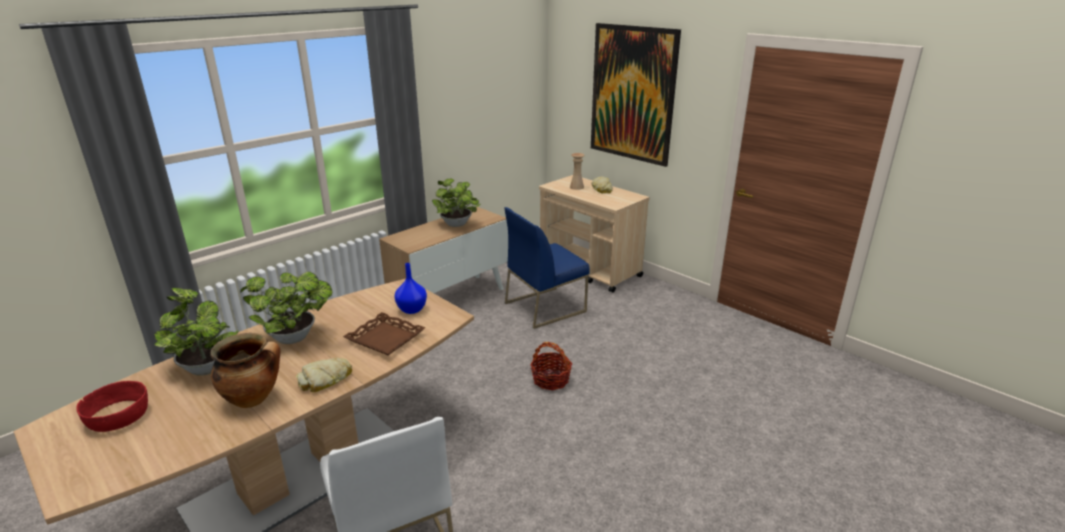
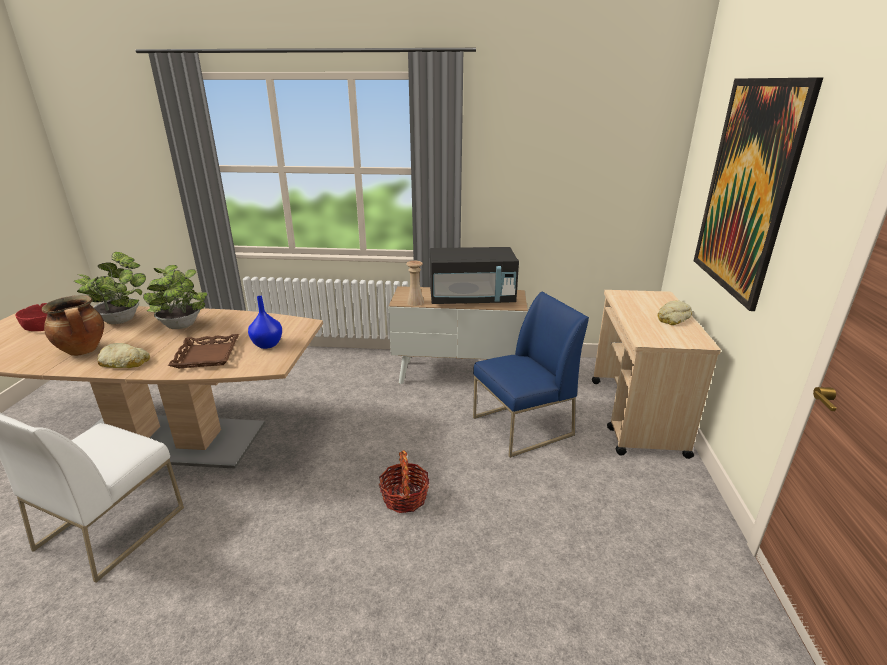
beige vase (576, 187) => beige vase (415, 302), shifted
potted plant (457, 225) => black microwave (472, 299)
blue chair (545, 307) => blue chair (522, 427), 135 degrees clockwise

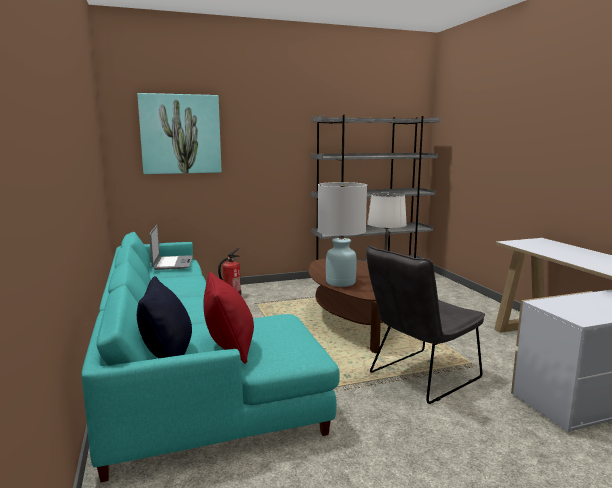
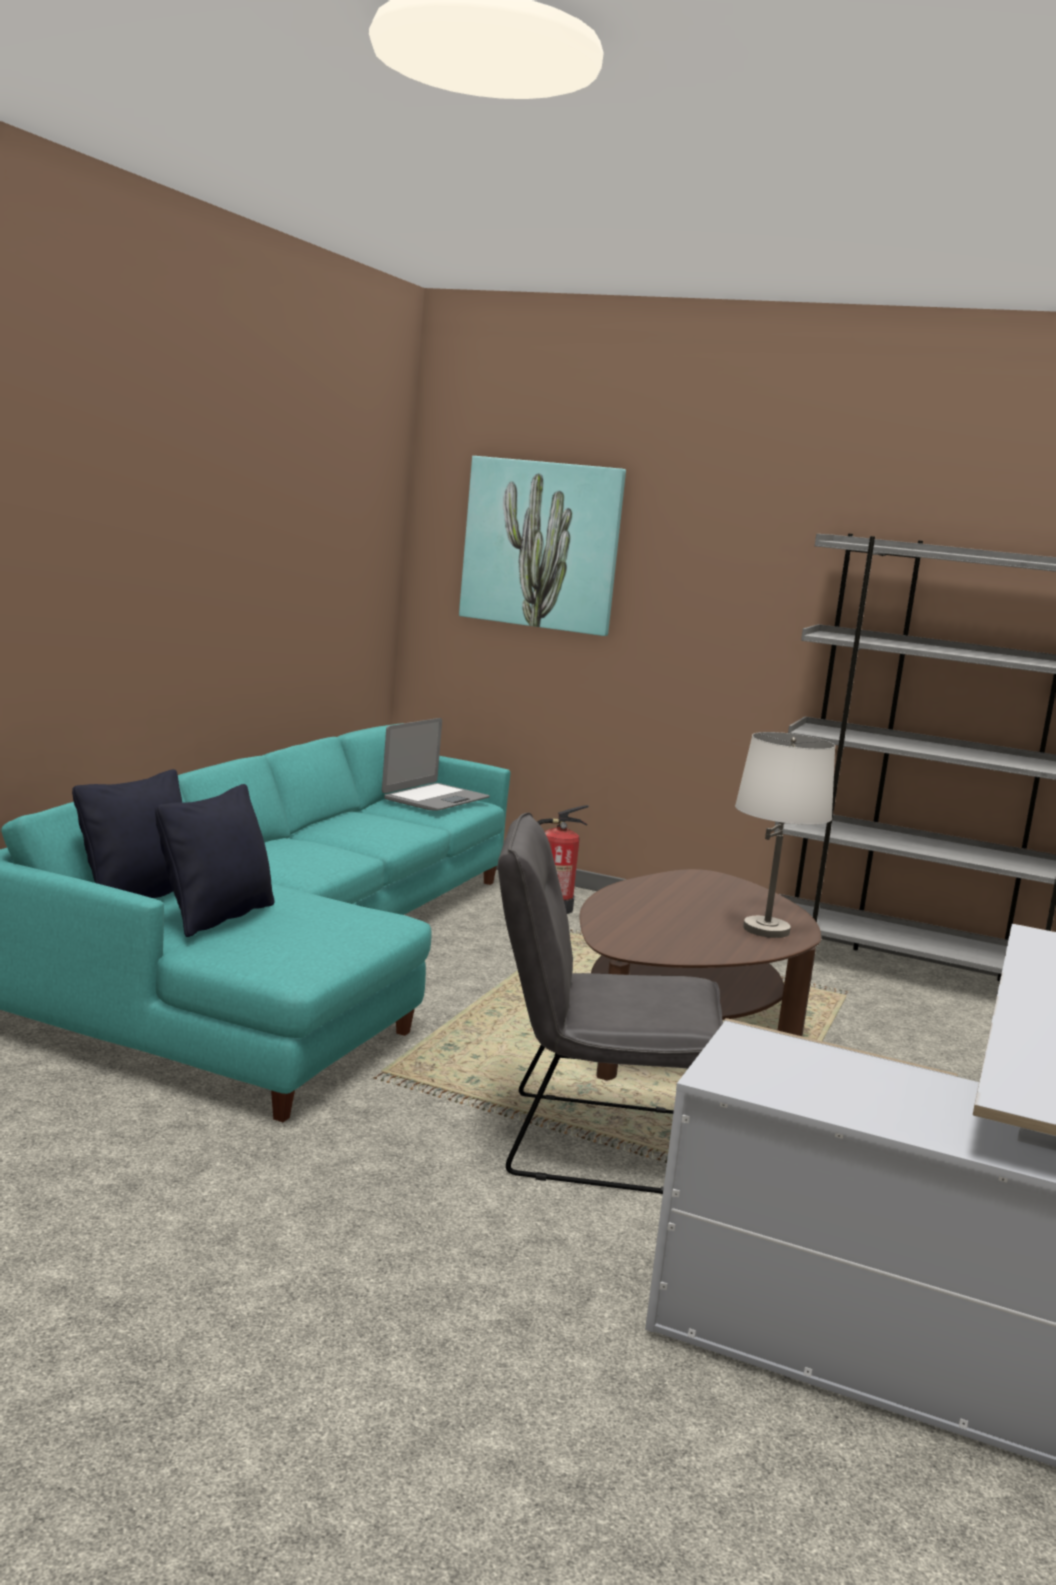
red pillow (229, 348) => black pillow (217, 917)
white table lamp (340, 282) => nothing

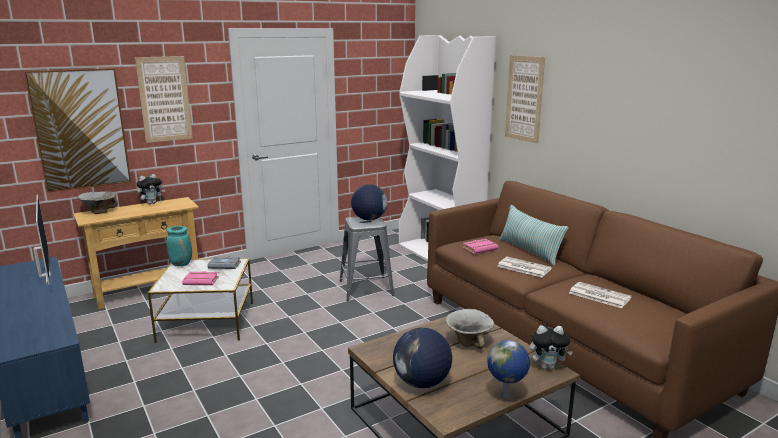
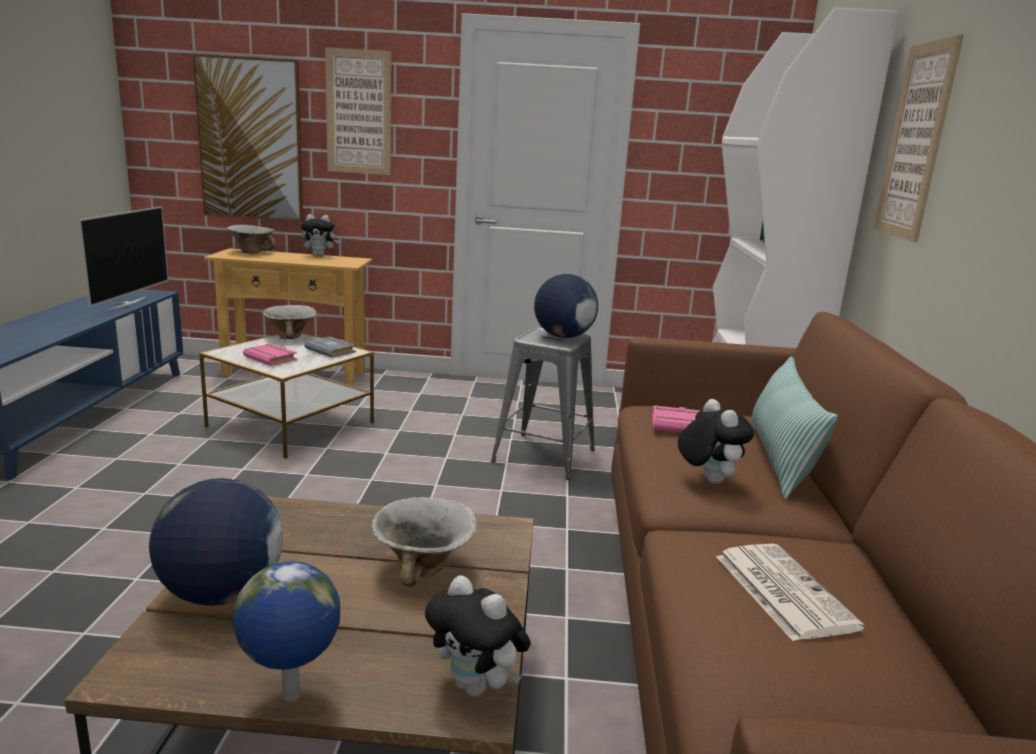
turquoise vase (182, 264) => bowl (291, 337)
newspaper (523, 267) => plush toy (707, 480)

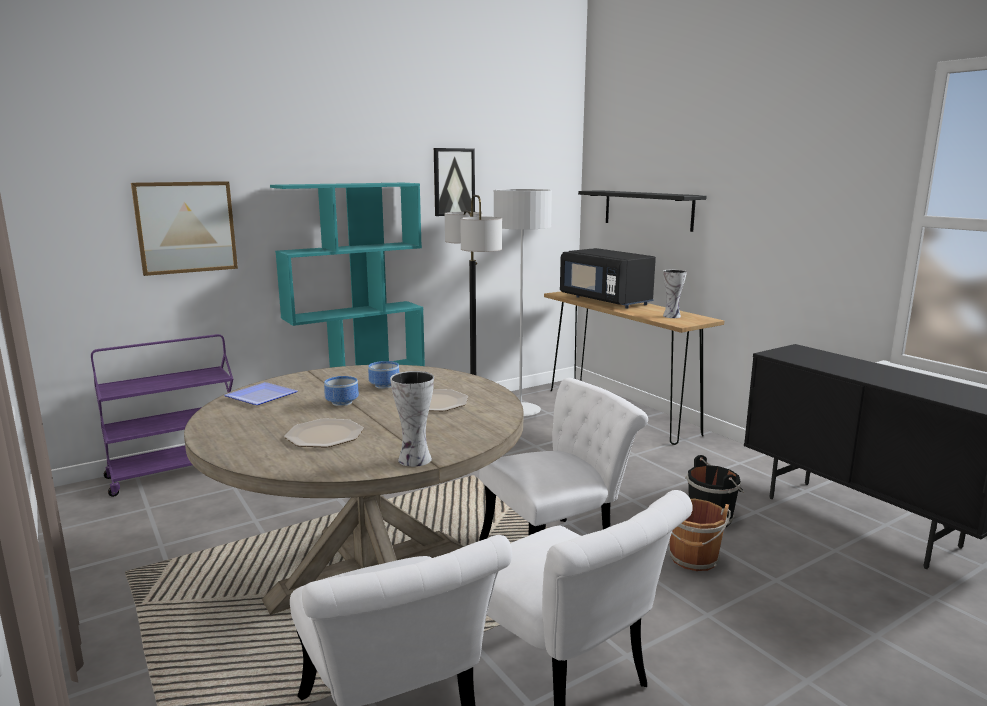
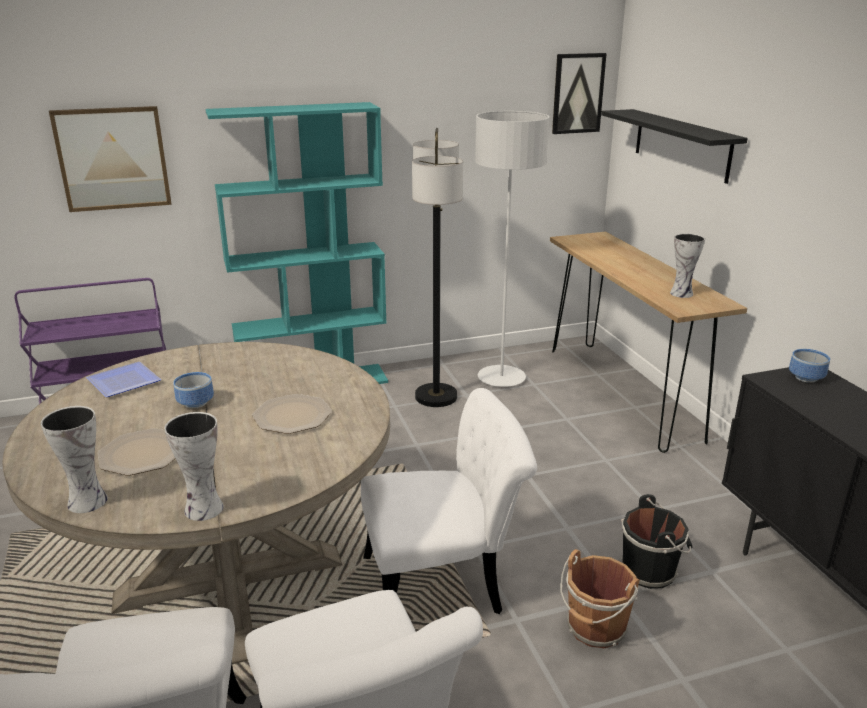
nothing => vase (86, 501)
picture (453, 182) => picture (577, 93), shifted
bowl (385, 385) => bowl (806, 377), shifted
black microwave (605, 301) => nothing

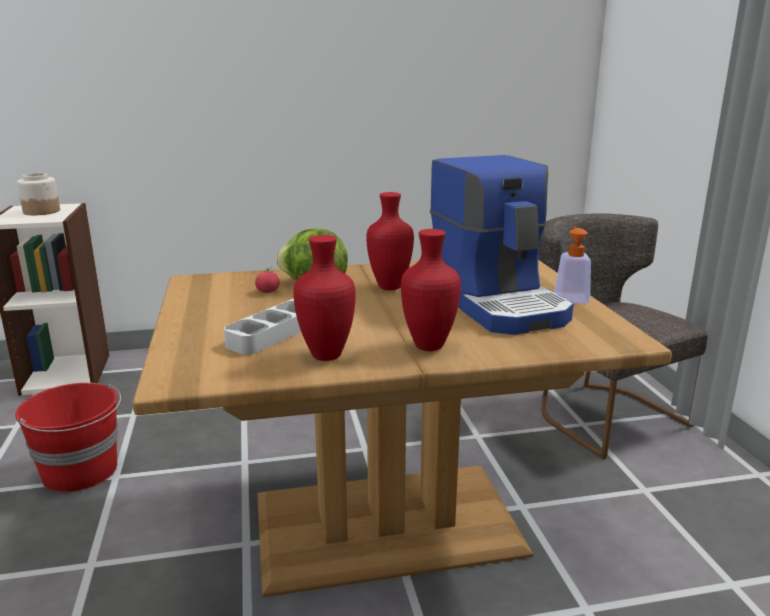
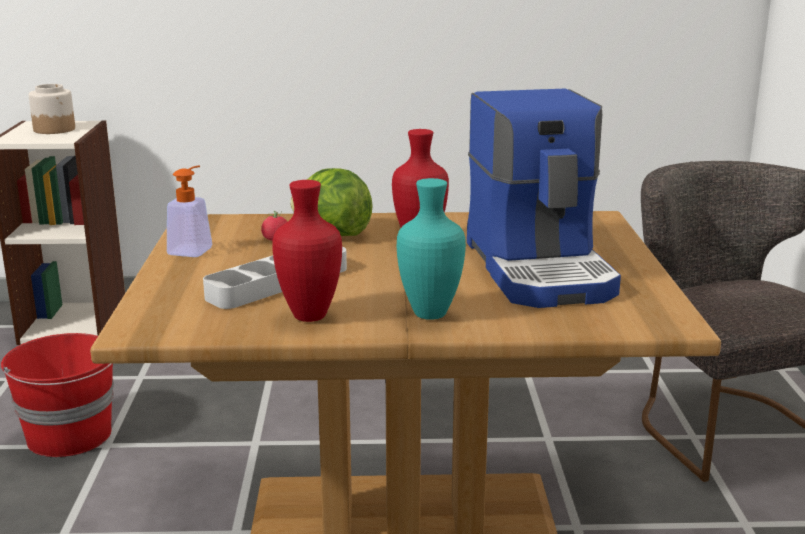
soap dispenser (570, 296) => soap dispenser (193, 249), shifted
red vase (431, 346) => turquoise vase (432, 314)

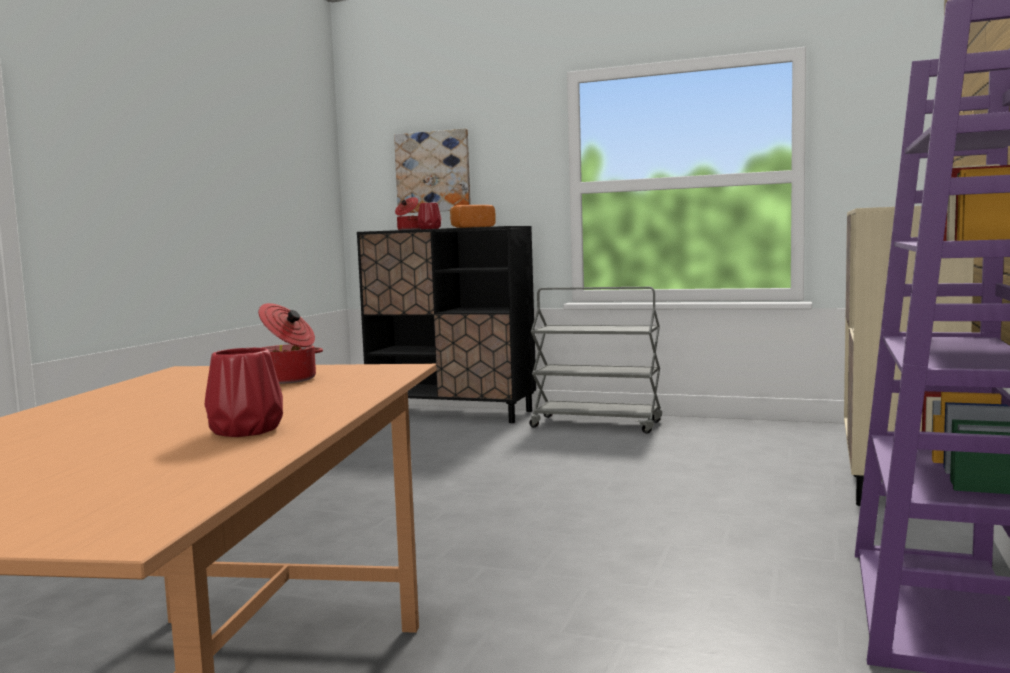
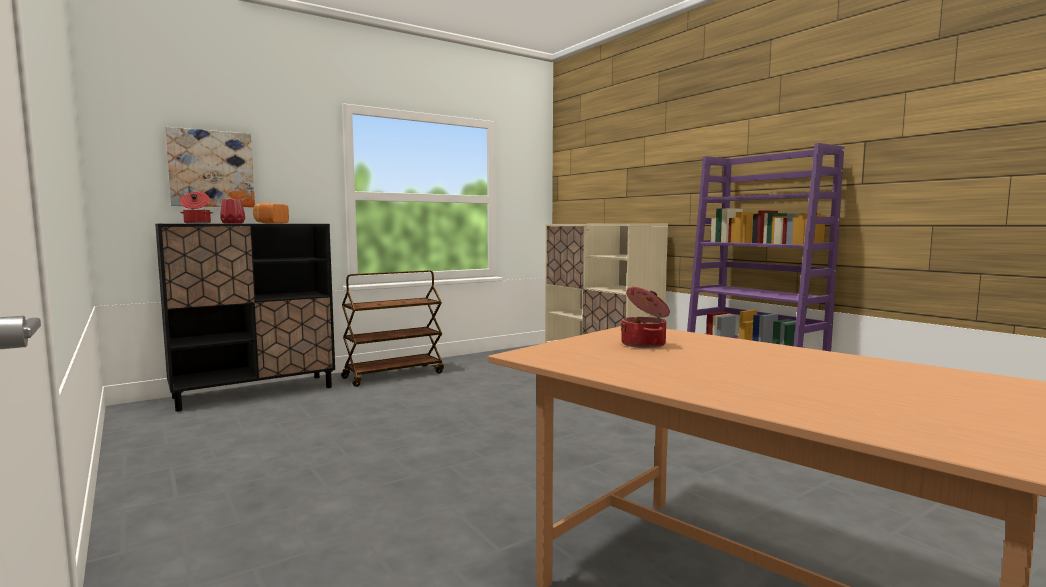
grey cart (597, 424) => brown cart (394, 375)
red vase (244, 431) => nothing

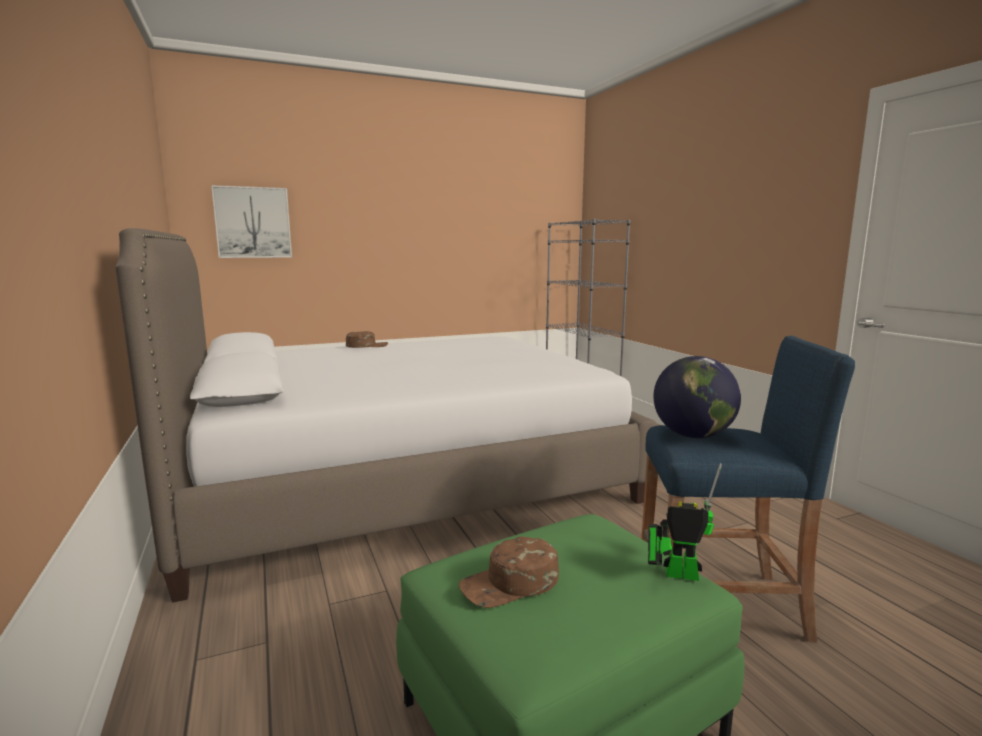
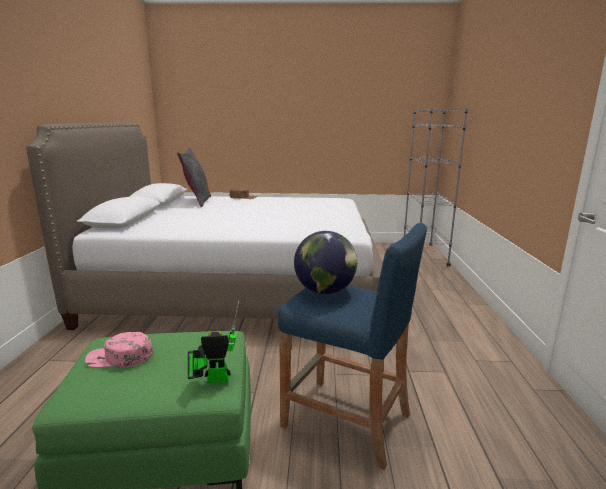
brown cap (510, 583) => pink cap (120, 357)
nothing => grey pillow (197, 201)
toy robot (676, 573) => toy robot (214, 379), 45 degrees counterclockwise
picture (253, 222) => nothing

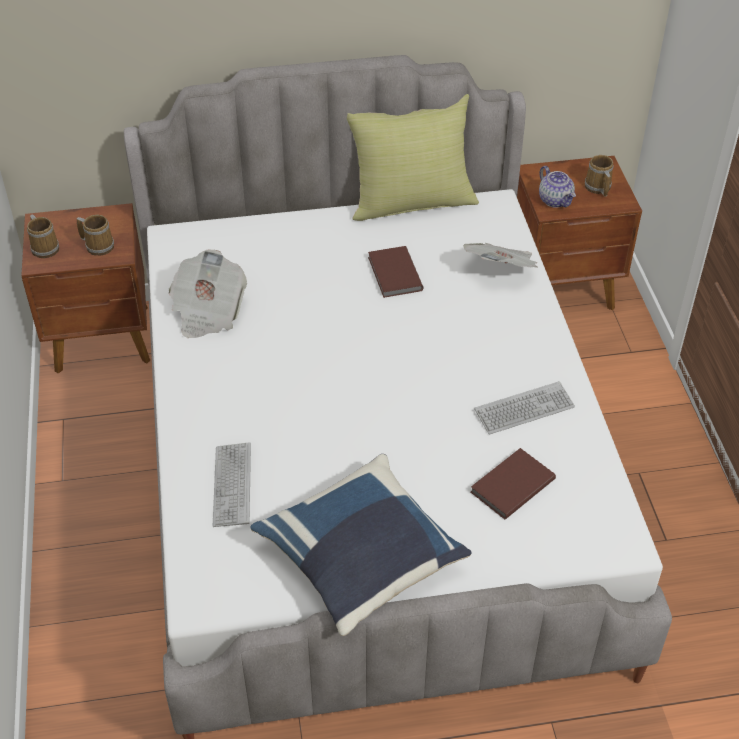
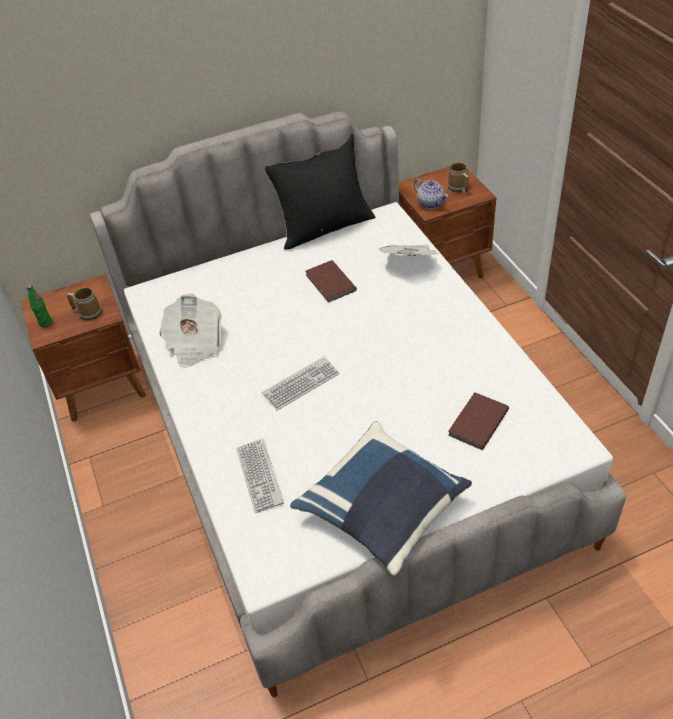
mug (45, 247) => green bottle (45, 323)
keyboard (524, 409) => keyboard (301, 384), shifted
yellow pillow (411, 202) => black pillow (324, 227)

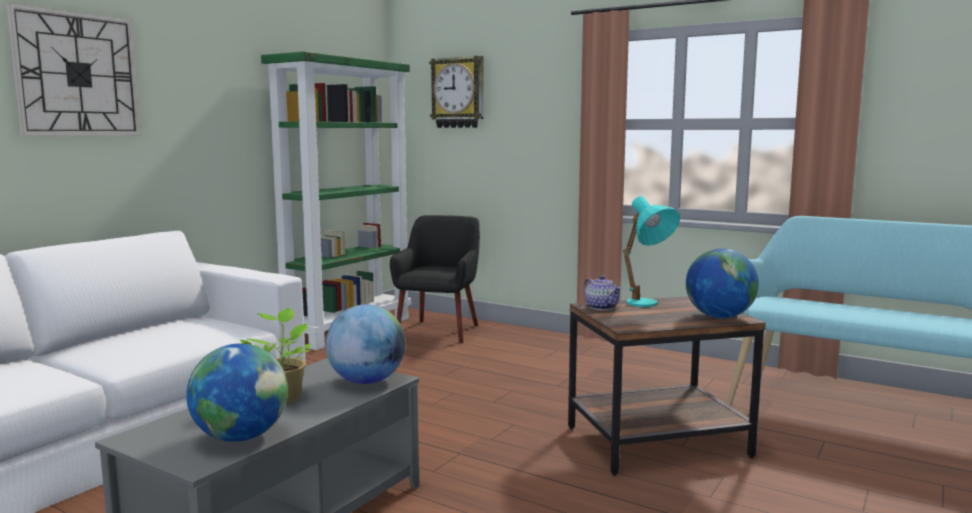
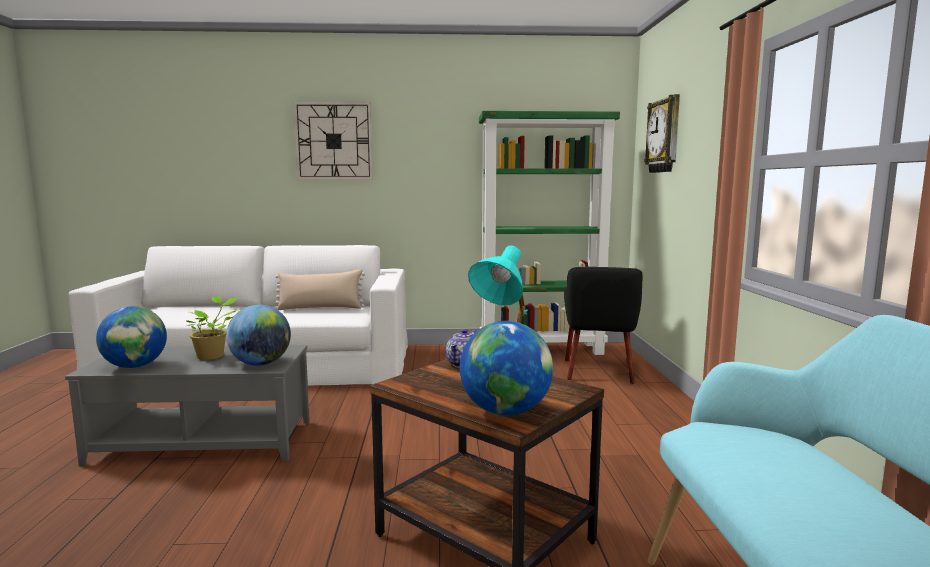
nothing => beige pillow (320, 308)
black armchair (439, 331) => black armchair (598, 371), 120 degrees clockwise

